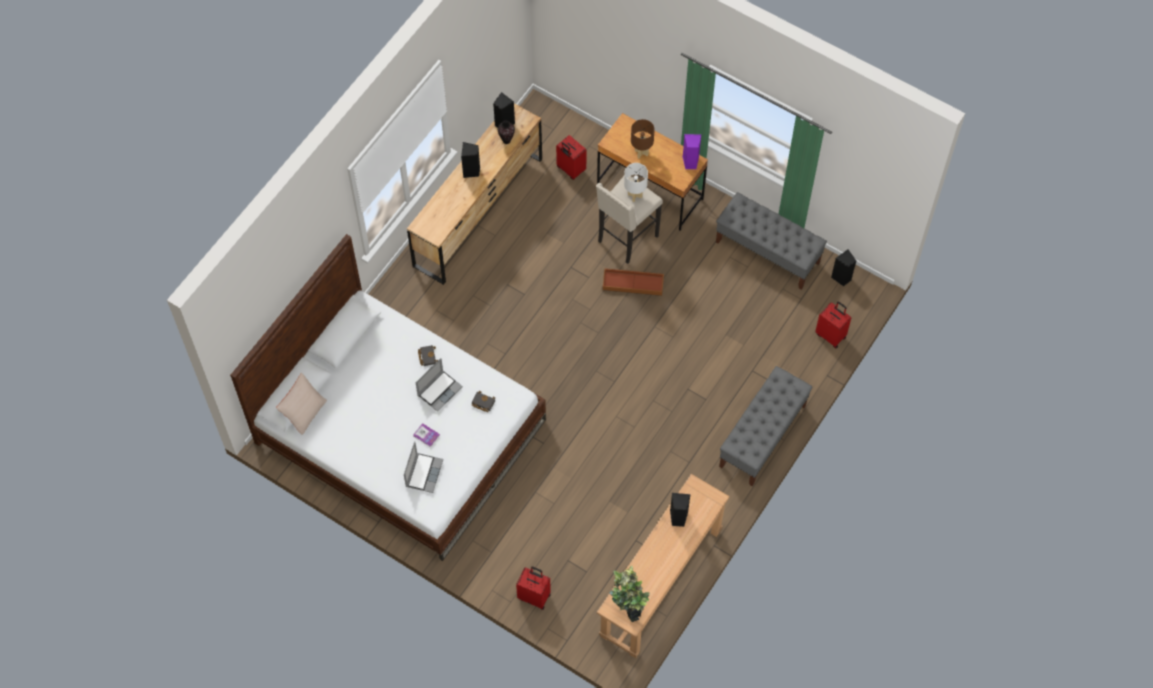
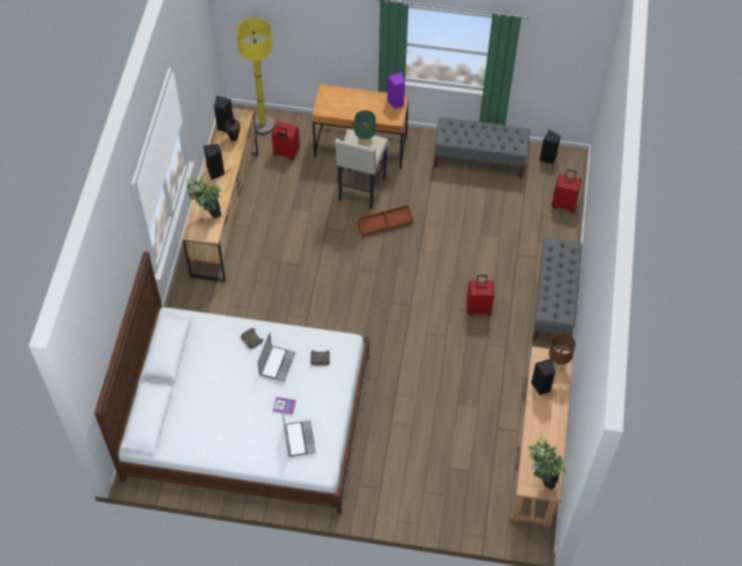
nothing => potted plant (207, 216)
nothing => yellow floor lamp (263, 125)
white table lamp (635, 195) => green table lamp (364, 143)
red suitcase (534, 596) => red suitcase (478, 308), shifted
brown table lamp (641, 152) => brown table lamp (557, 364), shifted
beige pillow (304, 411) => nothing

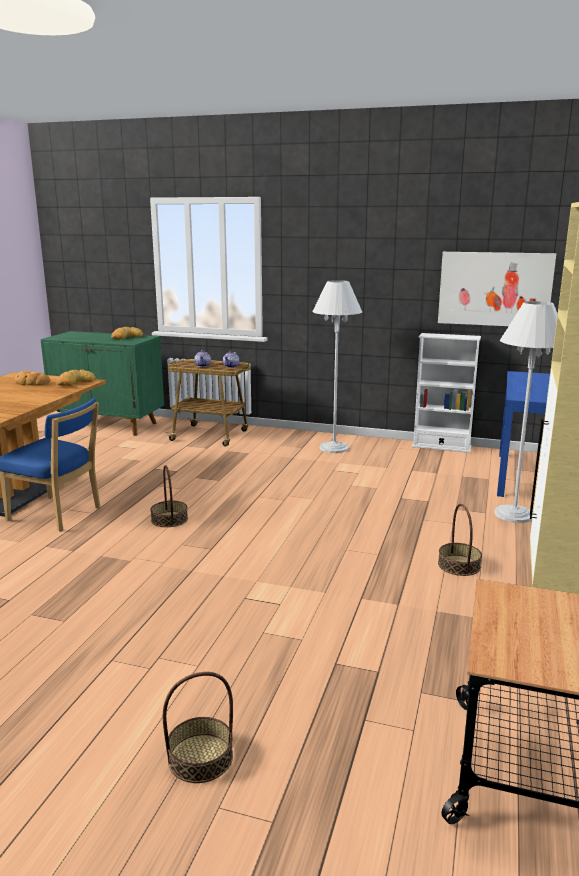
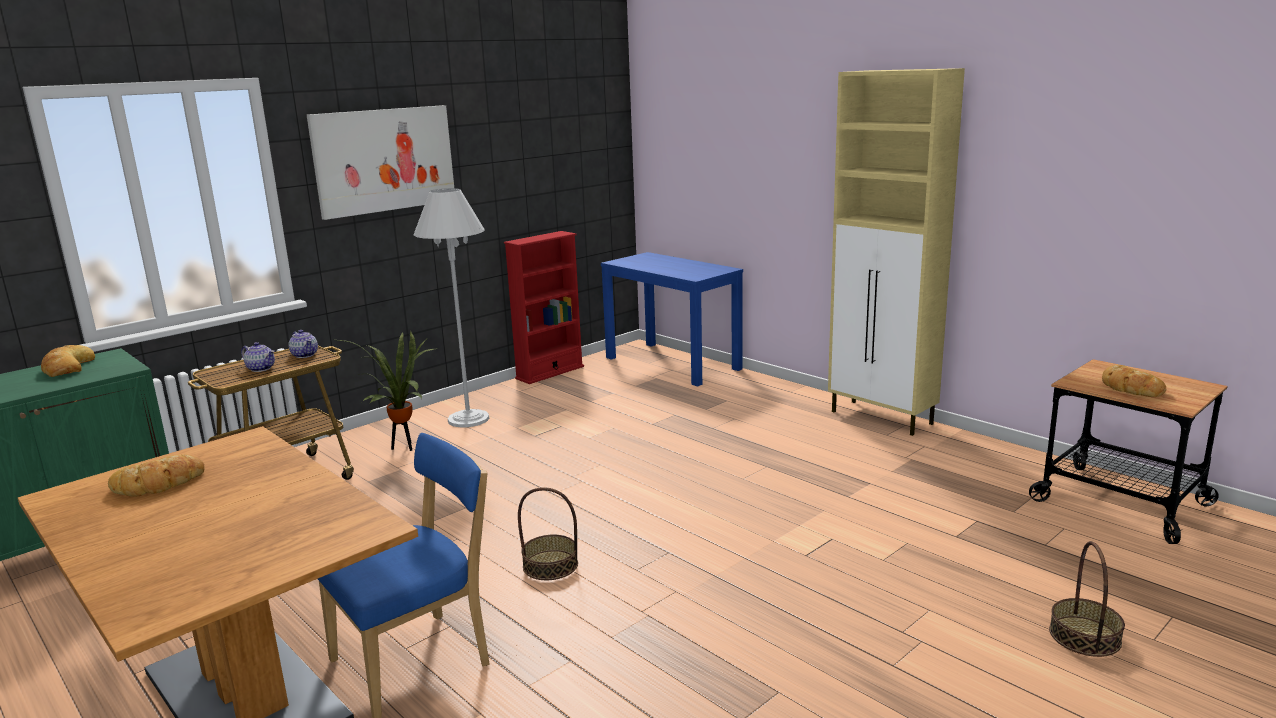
picture (494, 289) => picture (384, 160), shifted
nothing => potted plant (403, 447)
white bookcase (441, 446) => red bookcase (550, 372)
bread (74, 382) => bread (1130, 388), shifted
basket (459, 565) => nothing
white floor lamp (514, 514) => nothing

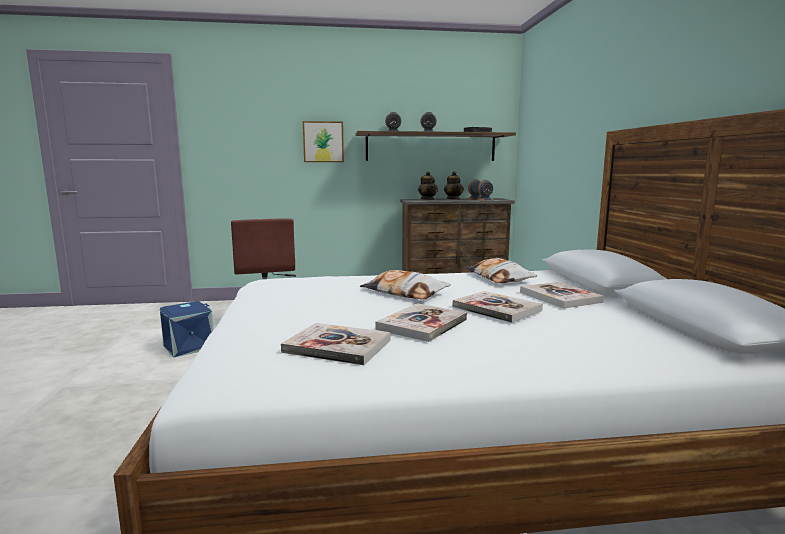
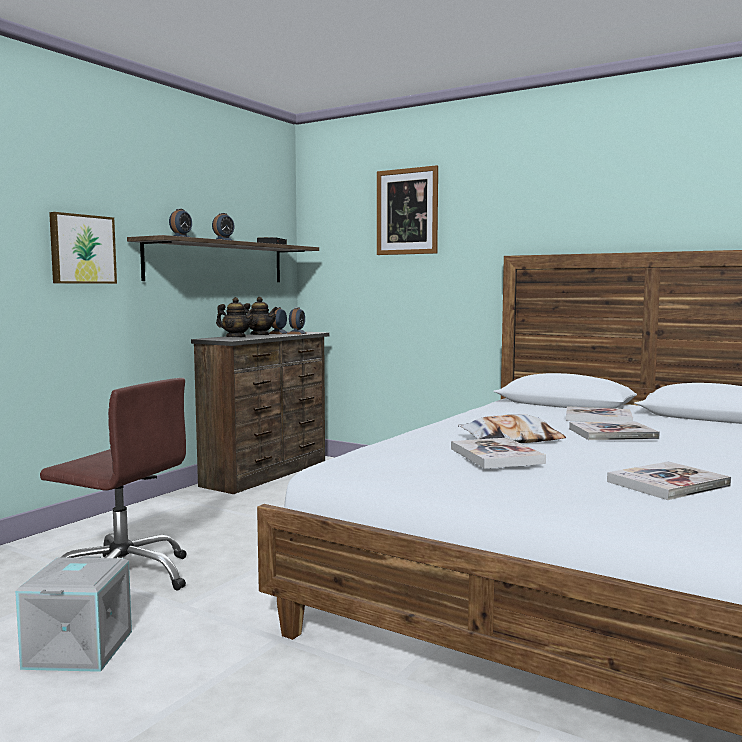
blue storage box (188, 347) => grey storage box (80, 650)
nothing => picture (407, 211)
book (422, 324) => book (496, 456), shifted
pillow (499, 278) => nothing

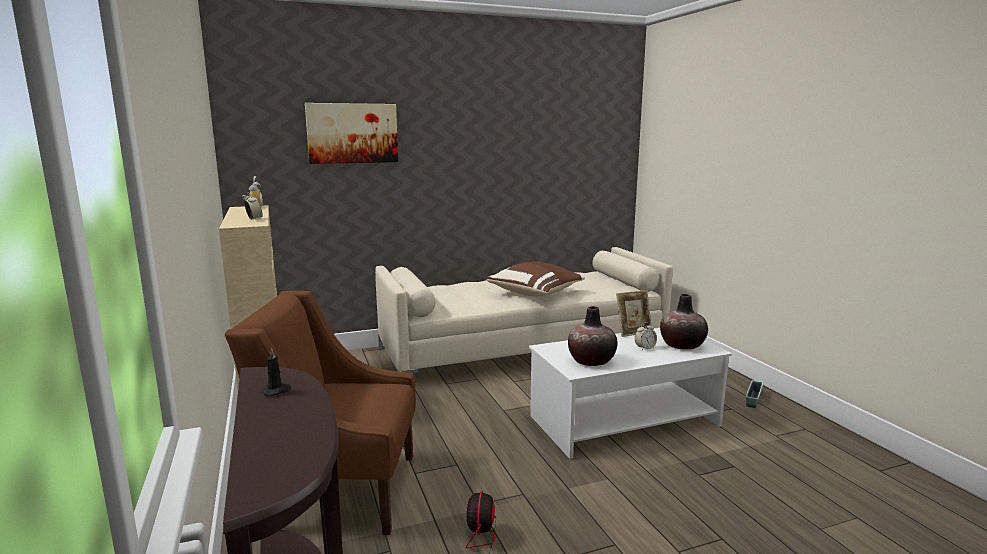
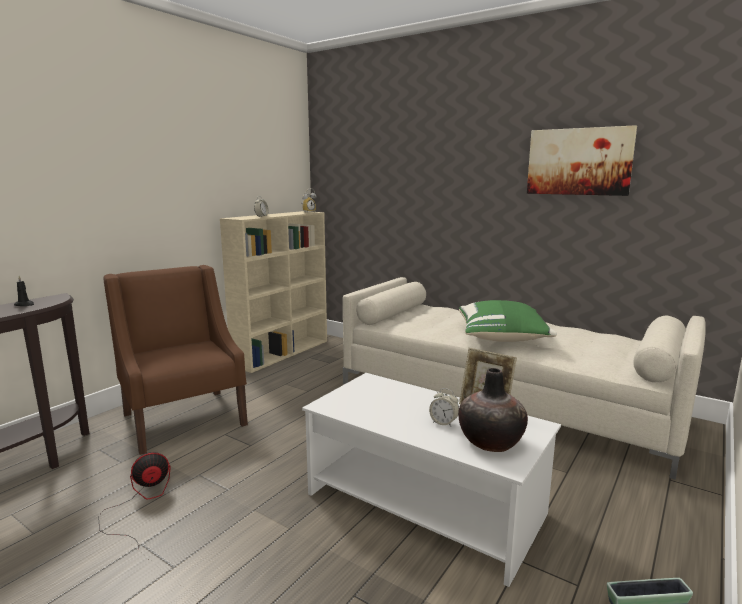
brown pillow (536, 293) => green pillow (502, 338)
picture (352, 133) => picture (579, 161), shifted
vase (591, 361) => nothing

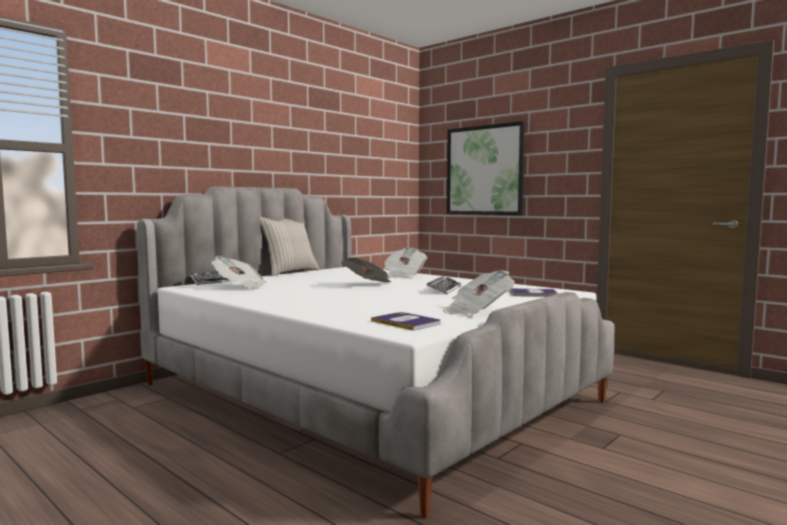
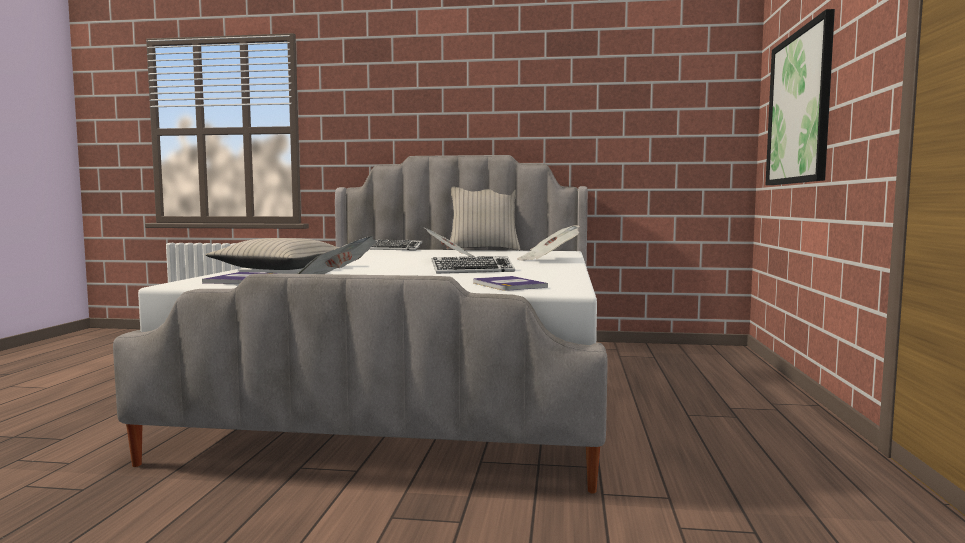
nothing => beige pillow (281, 268)
newspaper (240, 287) => nothing

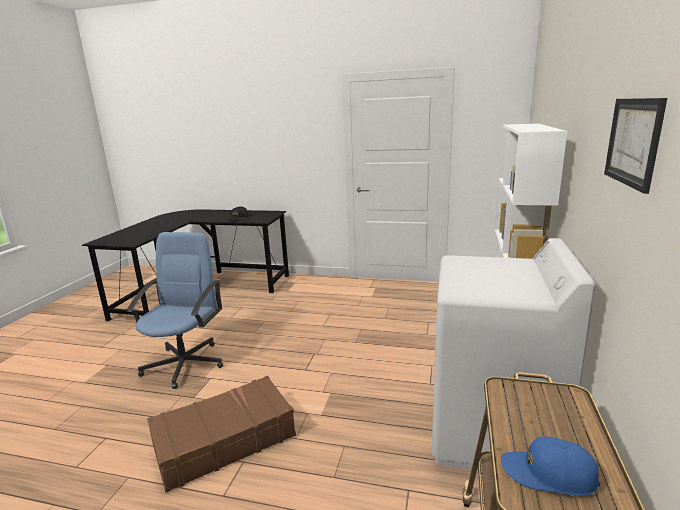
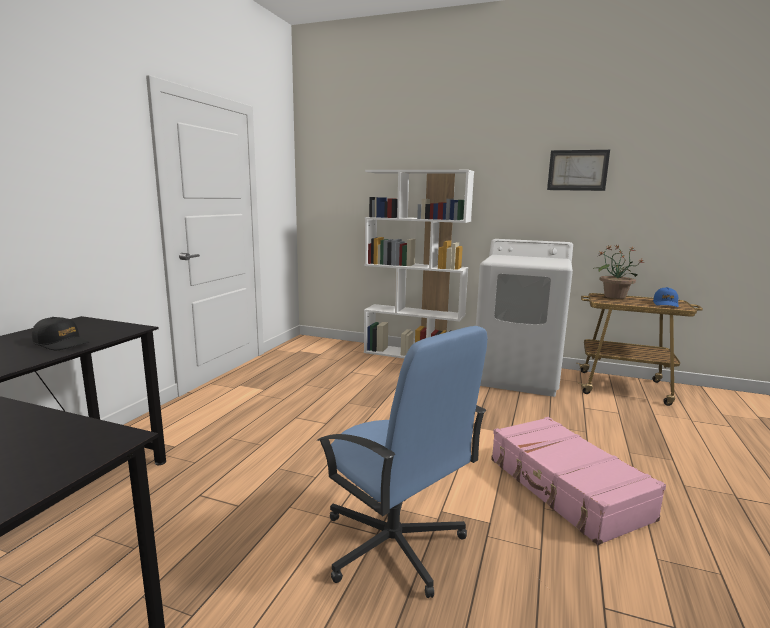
blue office chair (185, 363) => blue office chair (394, 545), 150 degrees counterclockwise
brown suitcase (224, 440) => pink suitcase (566, 489)
nothing => potted plant (614, 296)

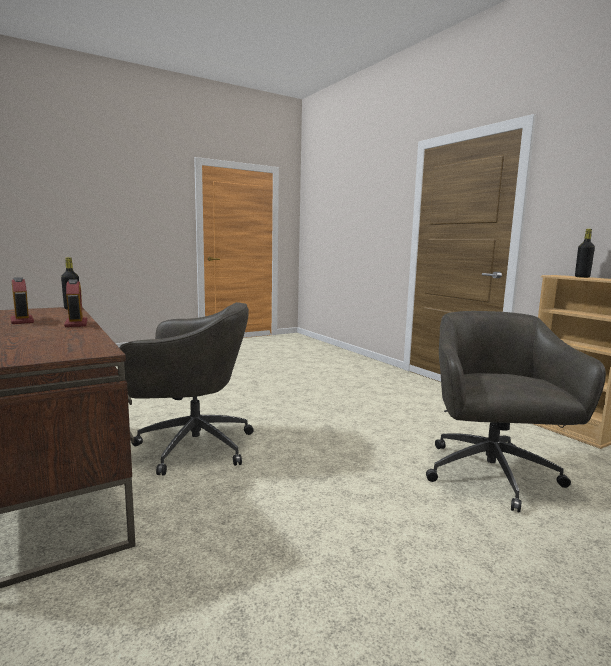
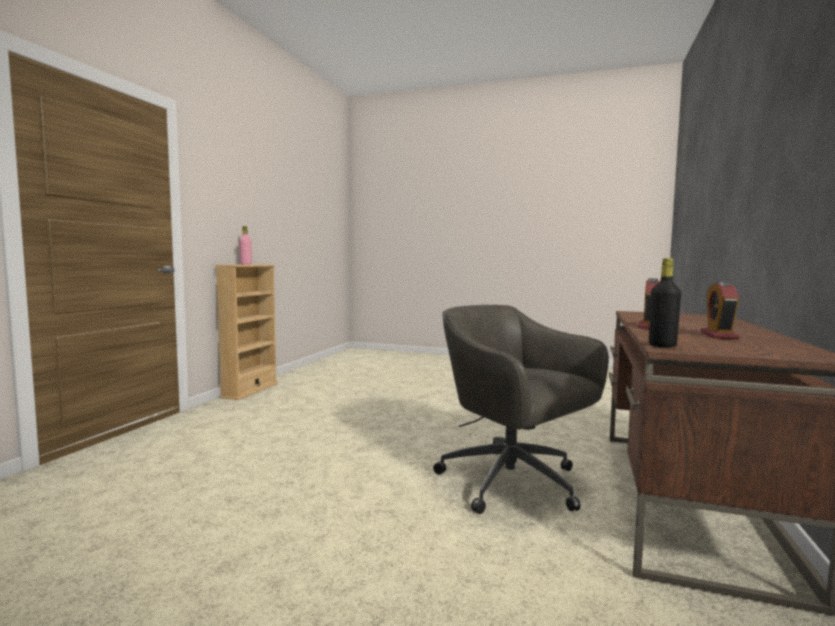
black bottle (582, 277) => pink bottle (245, 264)
grey office chair (491, 476) => nothing

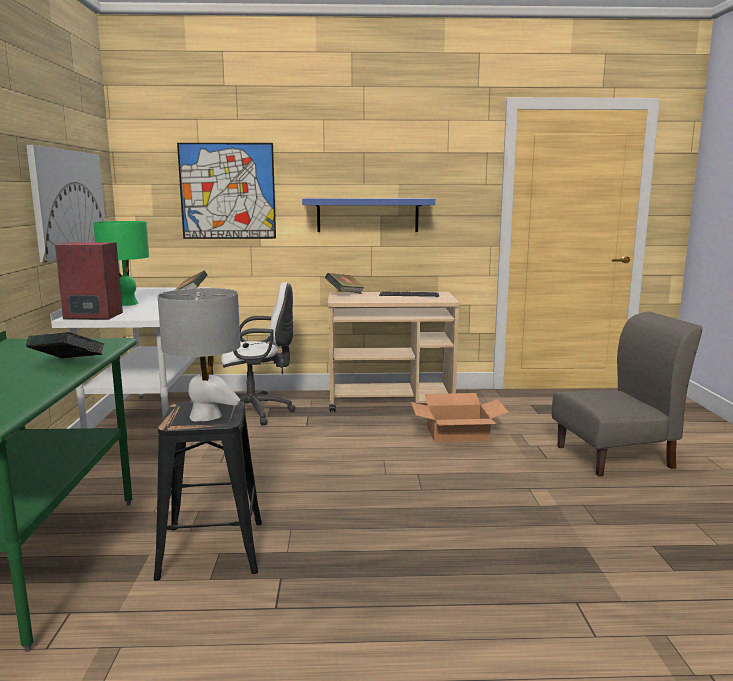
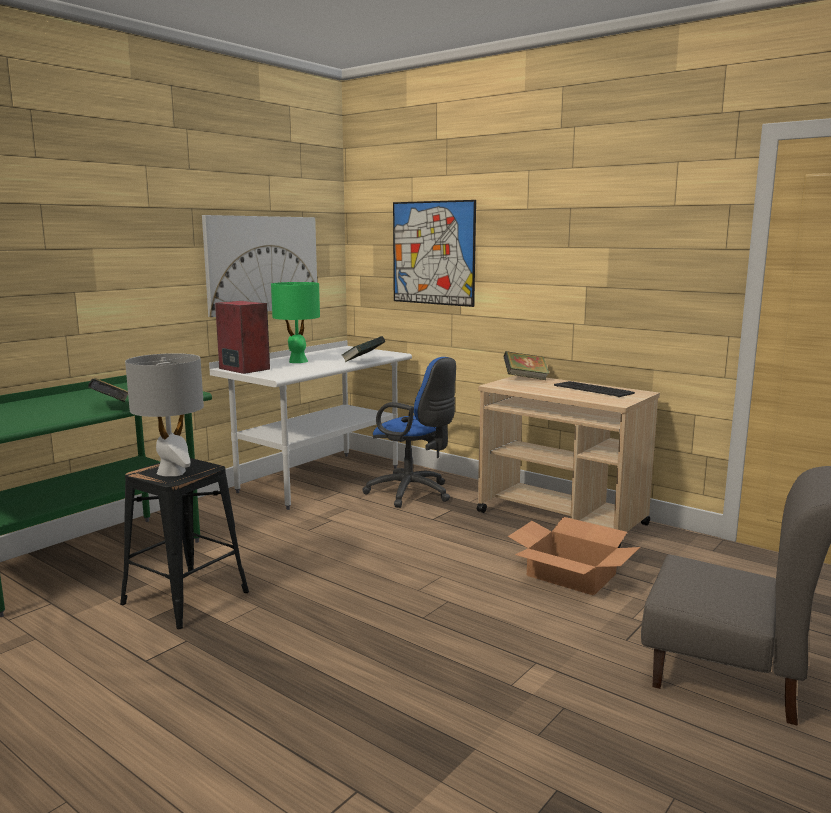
white office chair (257, 412) => blue office chair (413, 494)
blue shelf (367, 215) => nothing

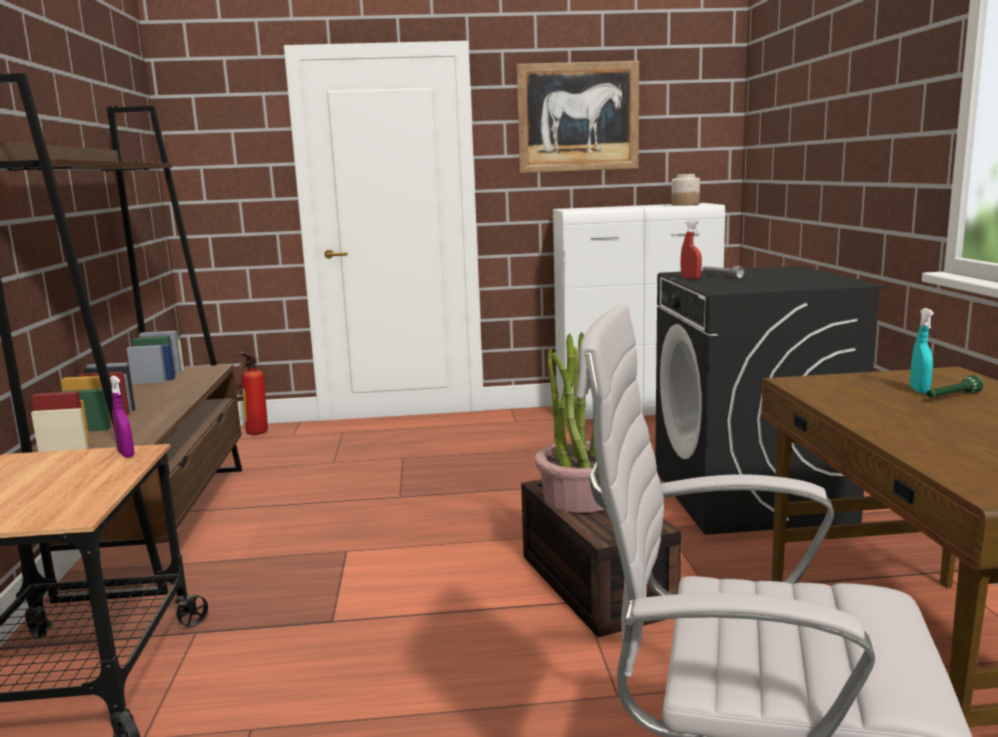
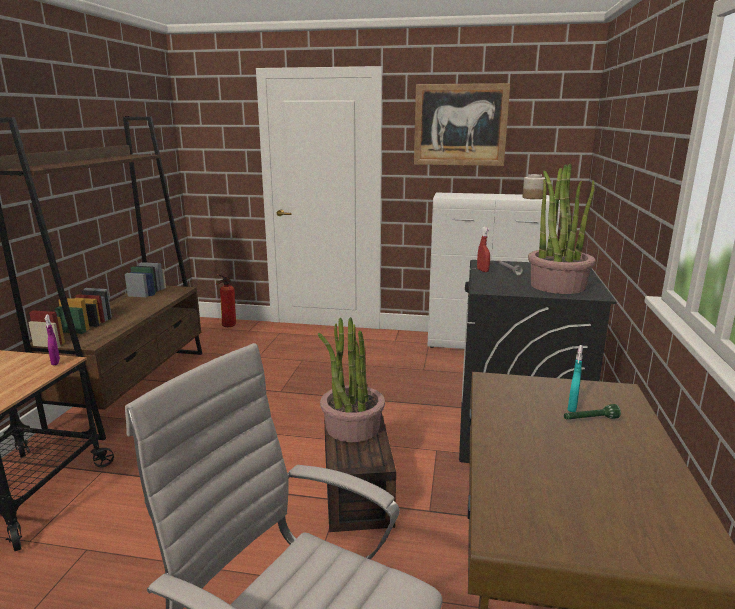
nothing => potted plant (557, 285)

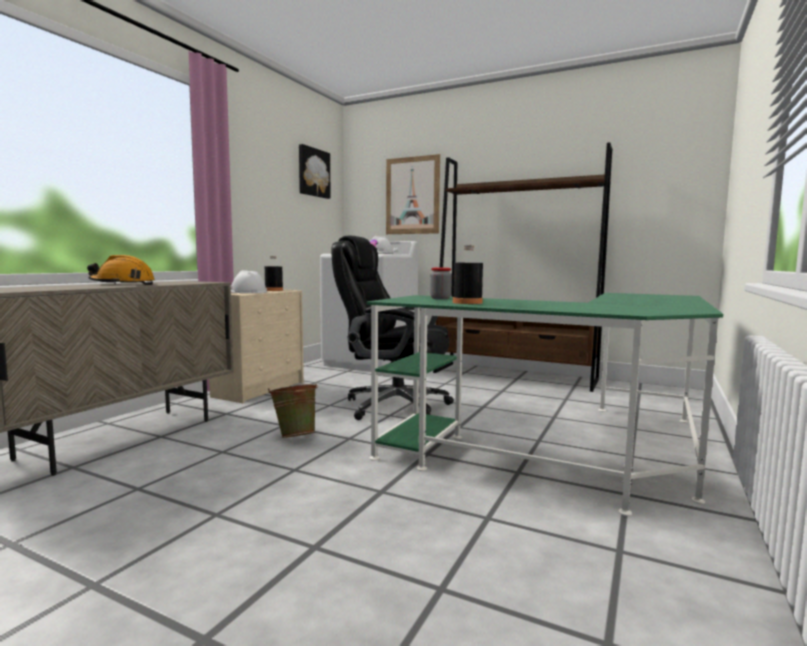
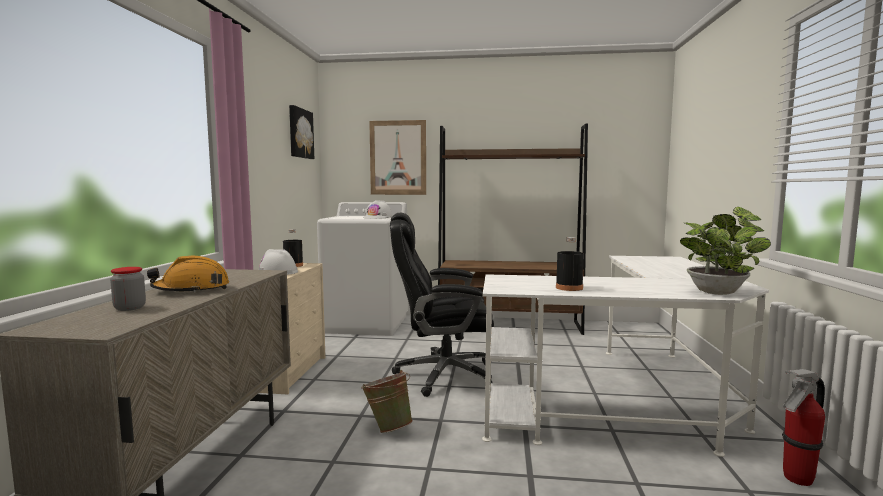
jar (440, 298) => jar (130, 308), shifted
green desk (572, 453) => white desk (630, 402)
nothing => potted plant (718, 292)
nothing => fire extinguisher (797, 479)

